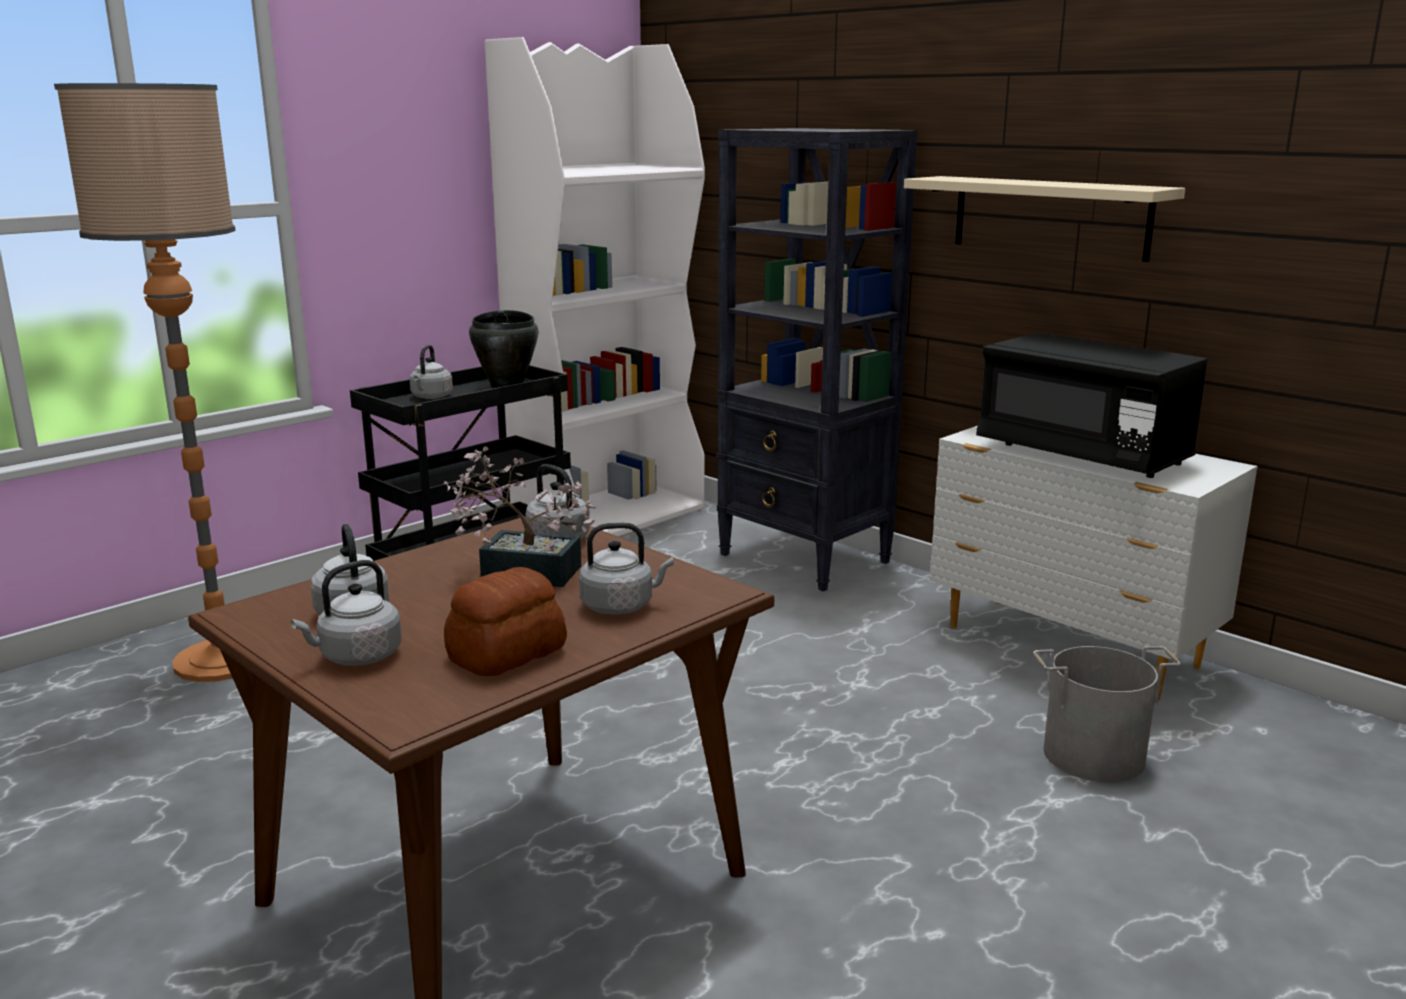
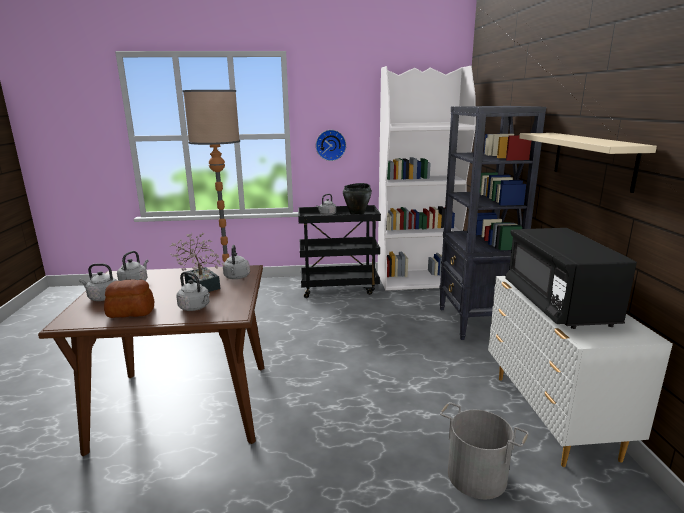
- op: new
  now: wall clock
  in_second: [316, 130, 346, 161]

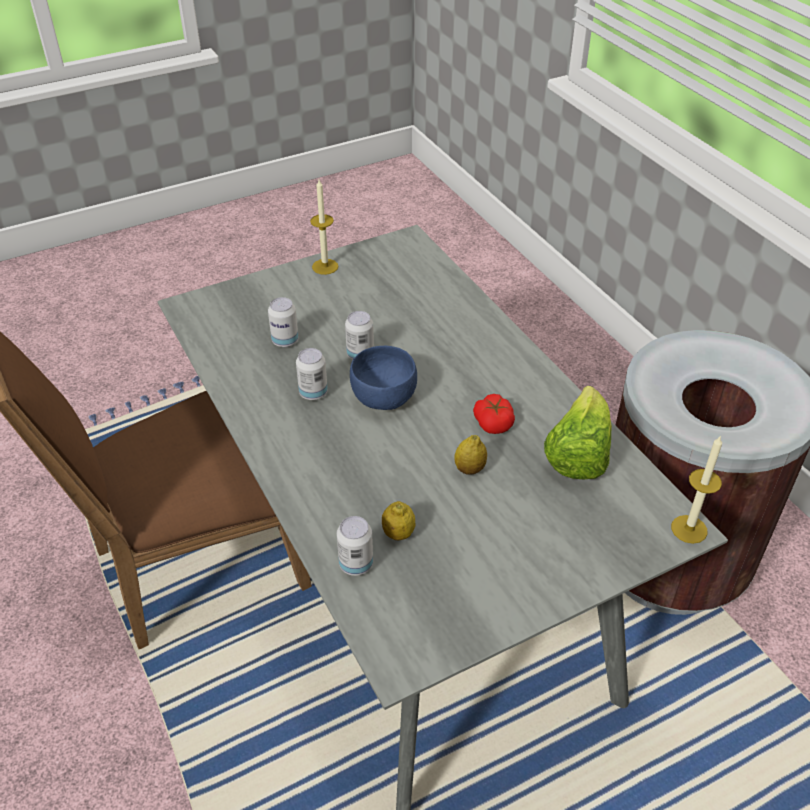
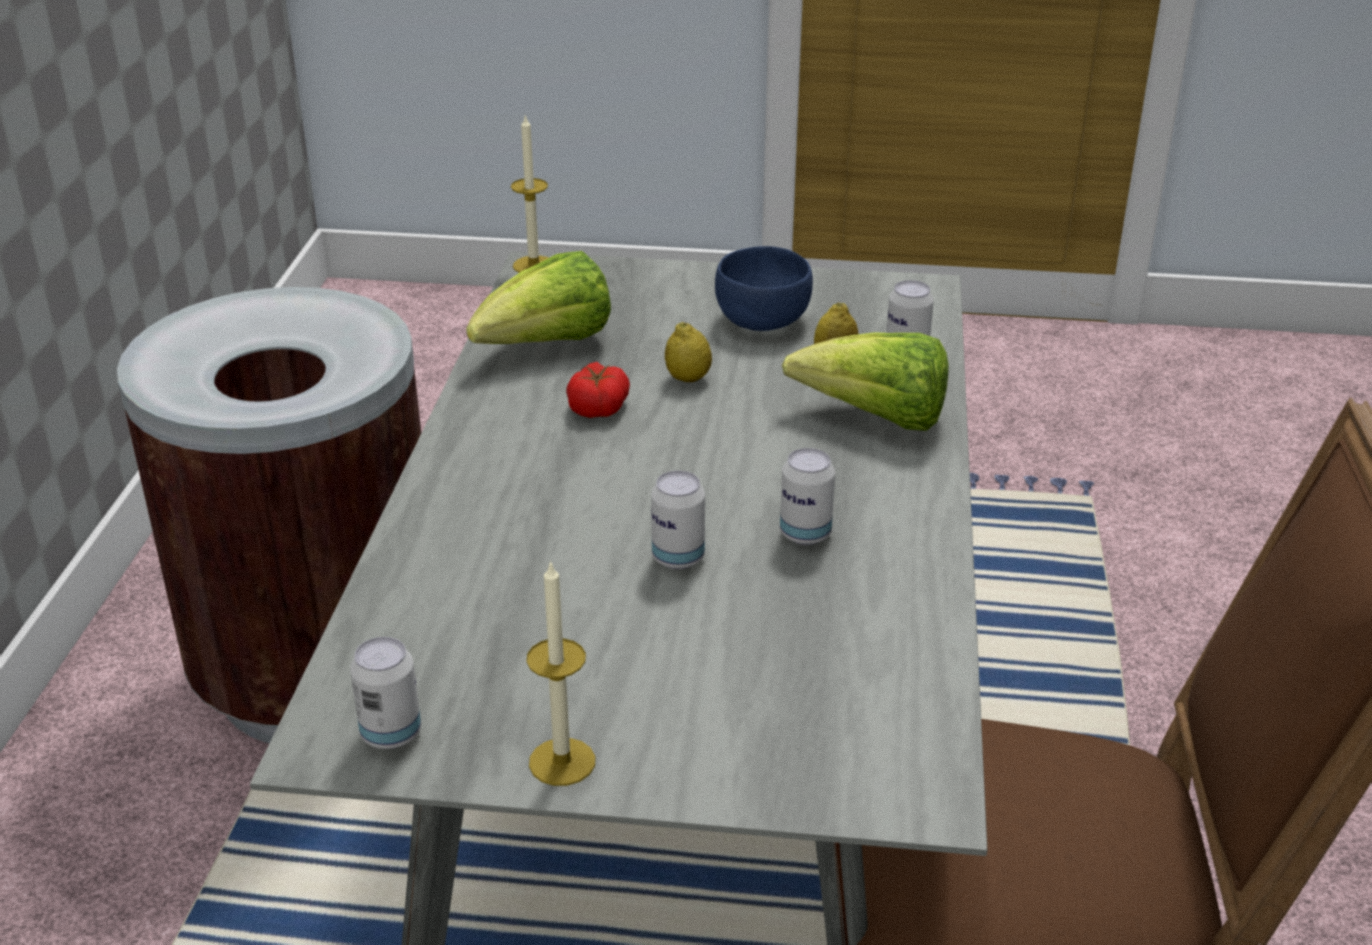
- op: new
  now: lettuce
  in_second: [782, 332, 949, 431]
- op: shifted
  was: can
  in_first: [268, 297, 299, 347]
  in_second: [350, 637, 421, 749]
- op: shifted
  was: bowl (blue)
  in_first: [350, 346, 417, 410]
  in_second: [715, 246, 813, 331]

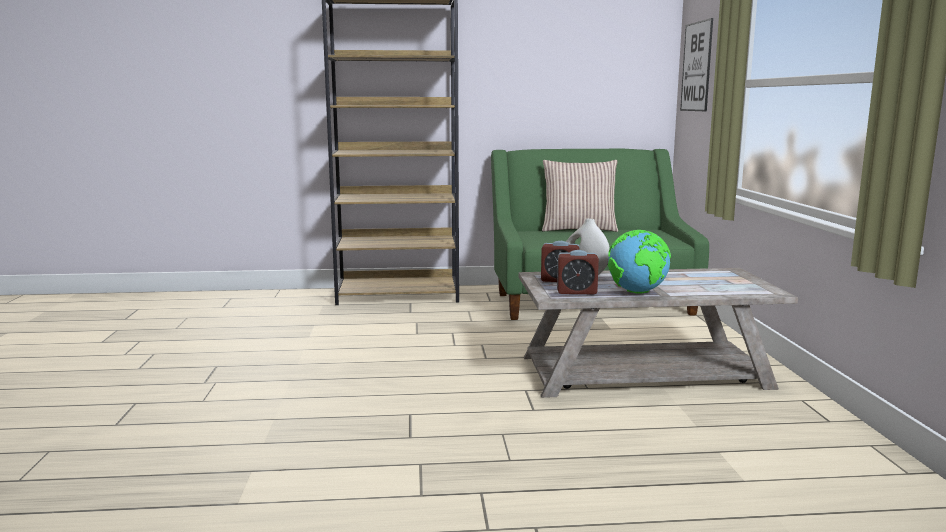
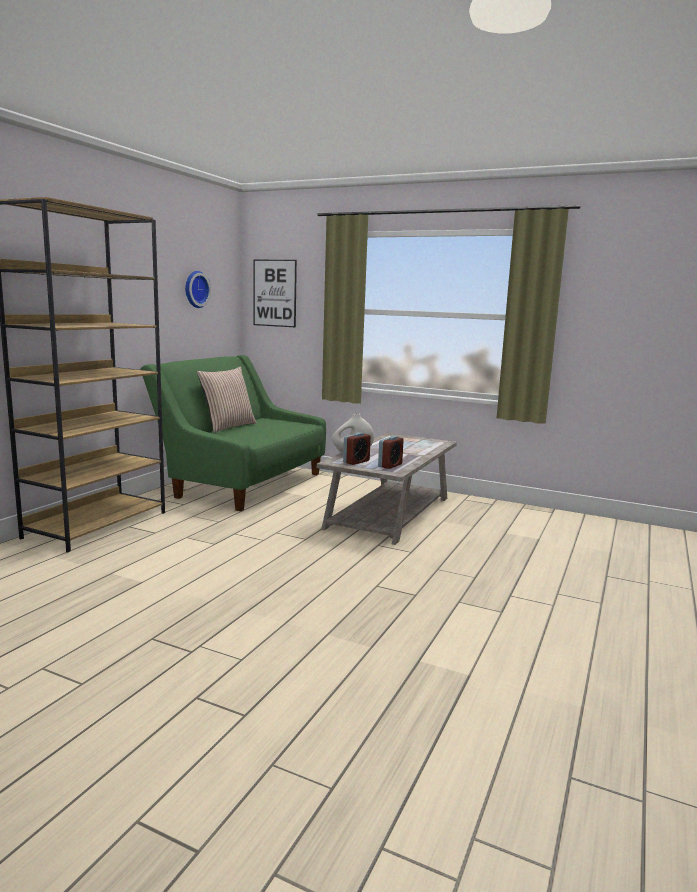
- op: gone
  was: globe
  in_first: [608, 230, 671, 294]
- op: new
  now: wall clock
  in_second: [185, 271, 211, 308]

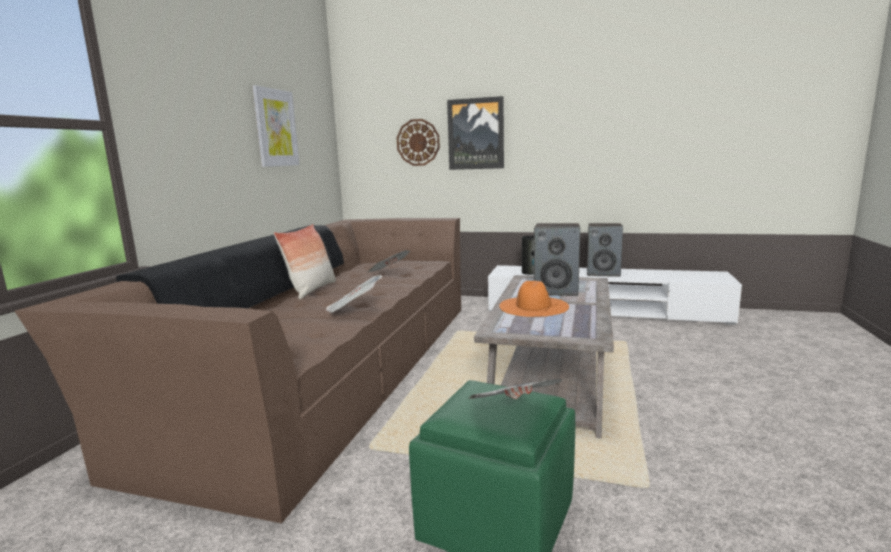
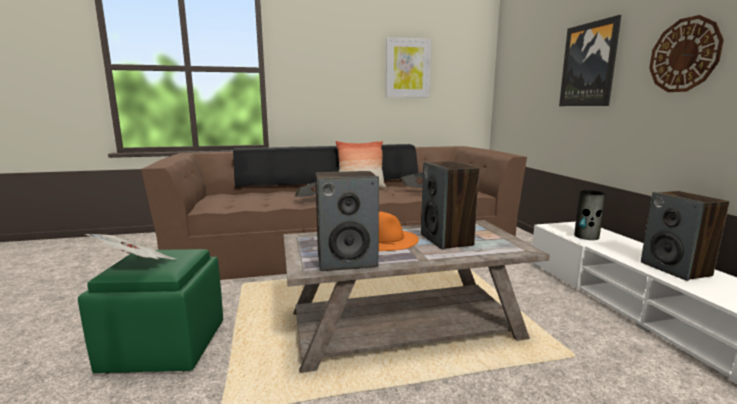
- op: new
  now: speaker
  in_second: [316, 171, 379, 271]
- op: shifted
  was: wall clock
  in_first: [397, 119, 440, 166]
  in_second: [649, 15, 724, 92]

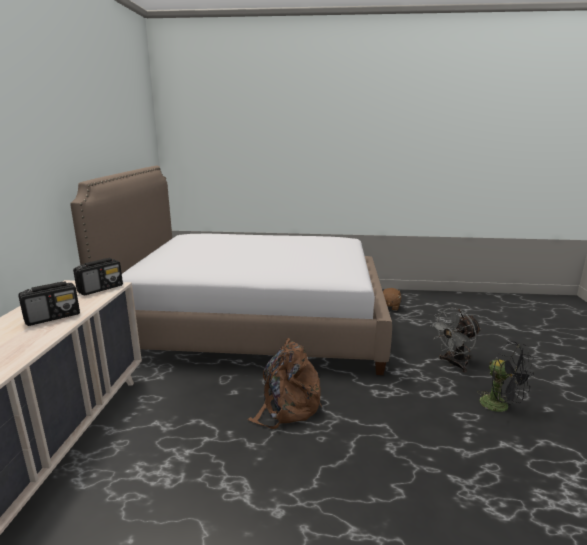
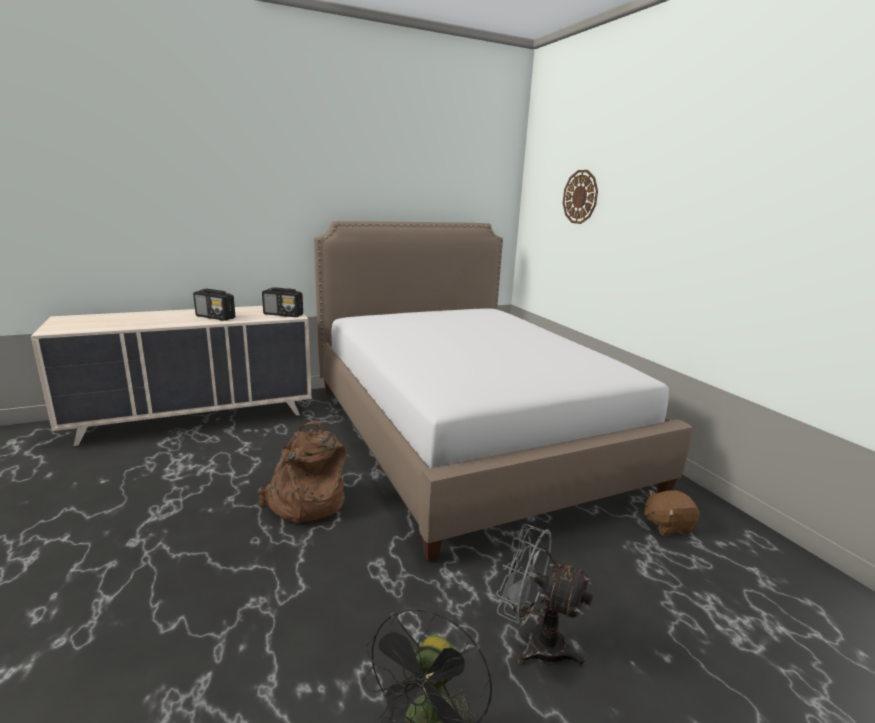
- op: new
  now: wall clock
  in_second: [563, 170, 598, 224]

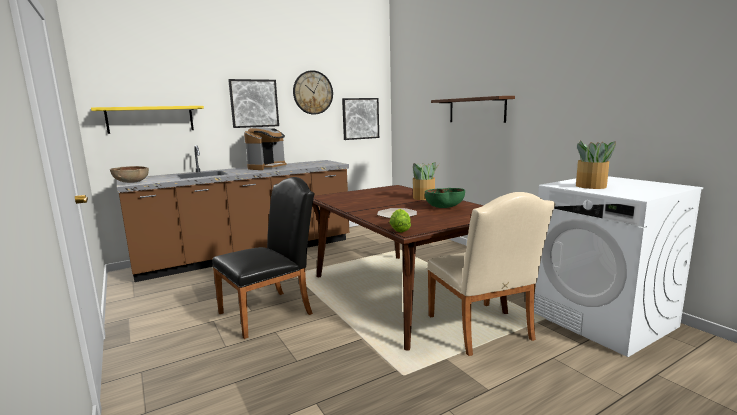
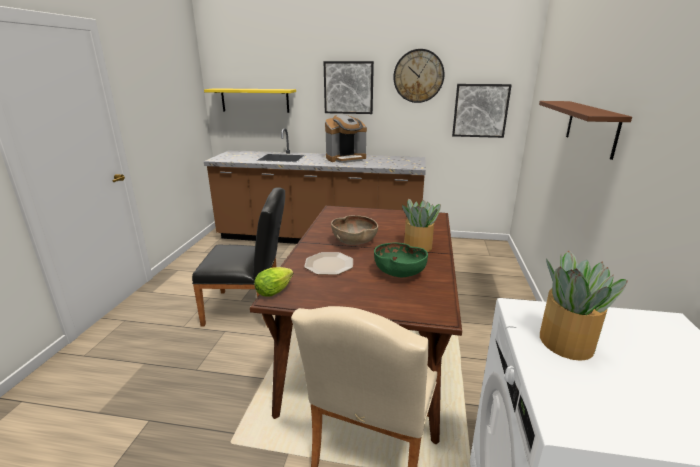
- op: shifted
  was: bowl (brown)
  in_first: [110, 166, 149, 183]
  in_second: [331, 215, 378, 245]

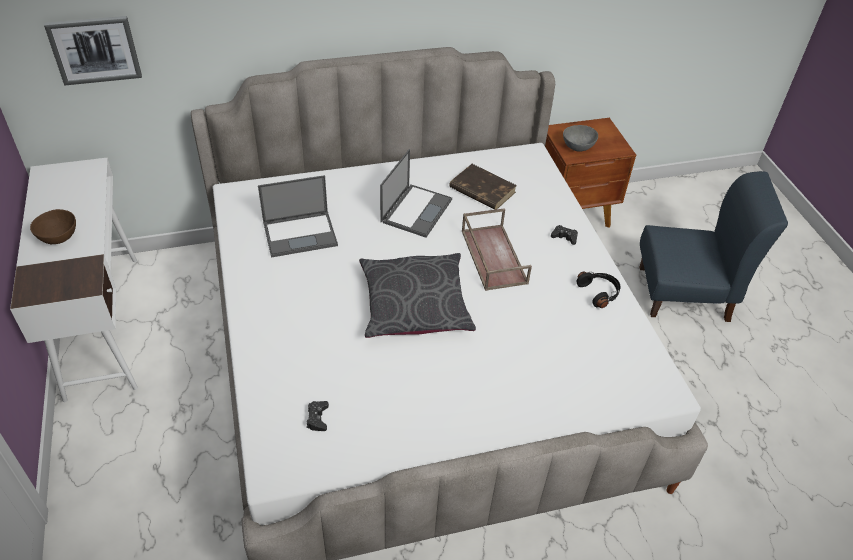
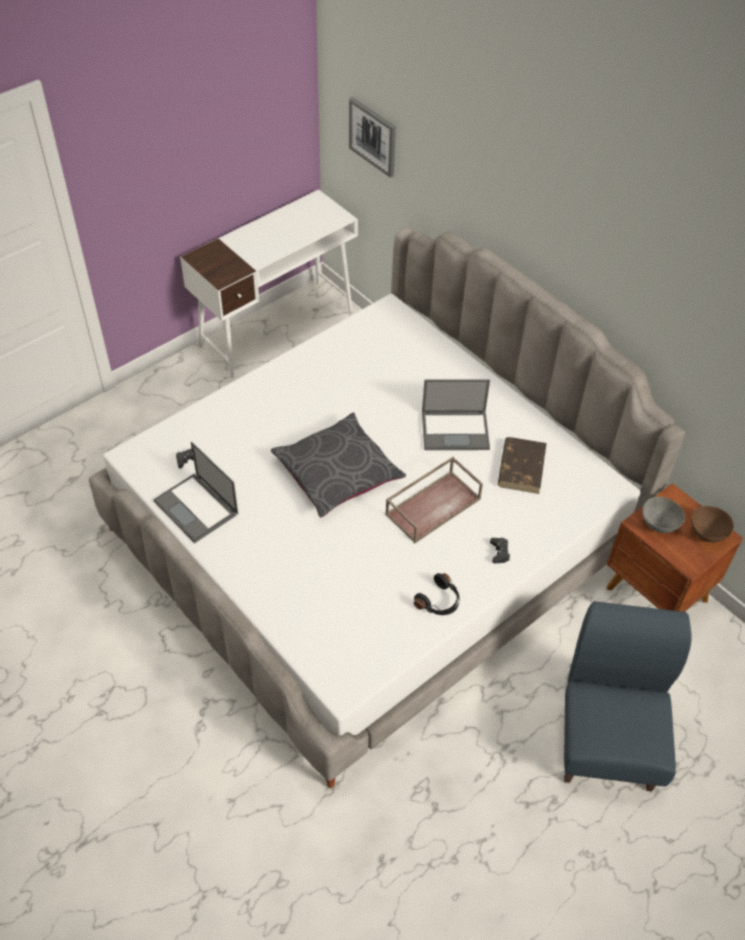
- op: shifted
  was: bowl (brown)
  in_first: [30, 209, 76, 244]
  in_second: [691, 506, 734, 543]
- op: shifted
  was: laptop
  in_first: [258, 175, 338, 258]
  in_second: [153, 442, 238, 543]
- op: rotated
  was: chair (blue)
  in_first: [640, 171, 788, 322]
  in_second: [564, 602, 692, 791]
  clockwise: -150

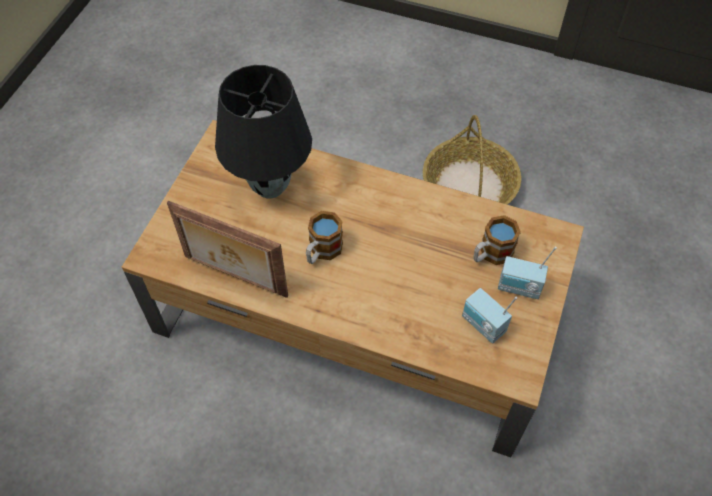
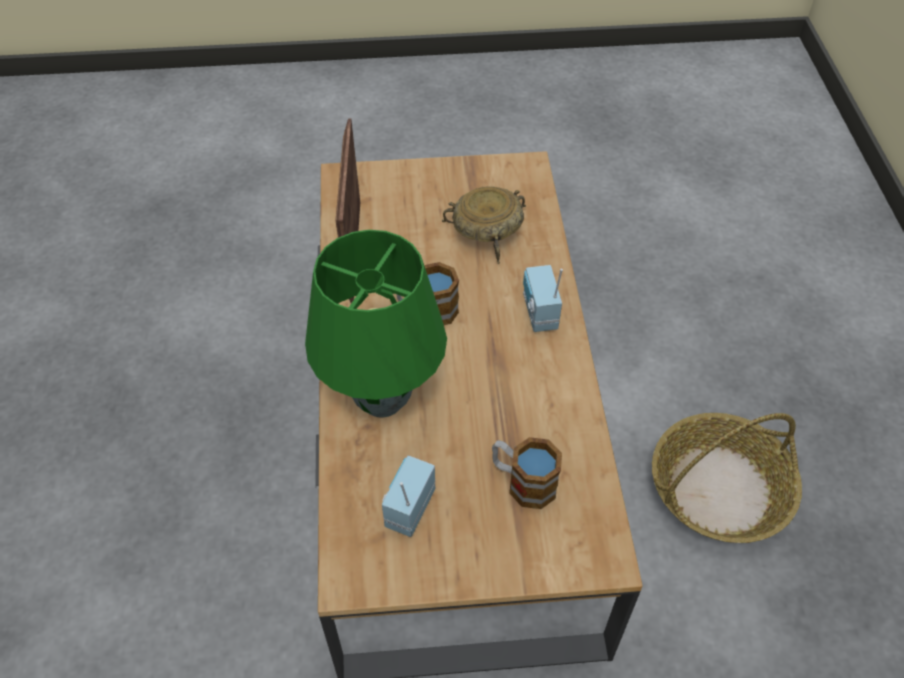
- op: new
  now: table lamp (green)
  in_second: [305, 230, 447, 418]
- op: shifted
  was: radio
  in_first: [498, 247, 557, 299]
  in_second: [523, 265, 563, 332]
- op: swapped
  was: table lamp (black)
  now: bowl (beige)
  in_first: [215, 65, 312, 199]
  in_second: [442, 187, 526, 264]

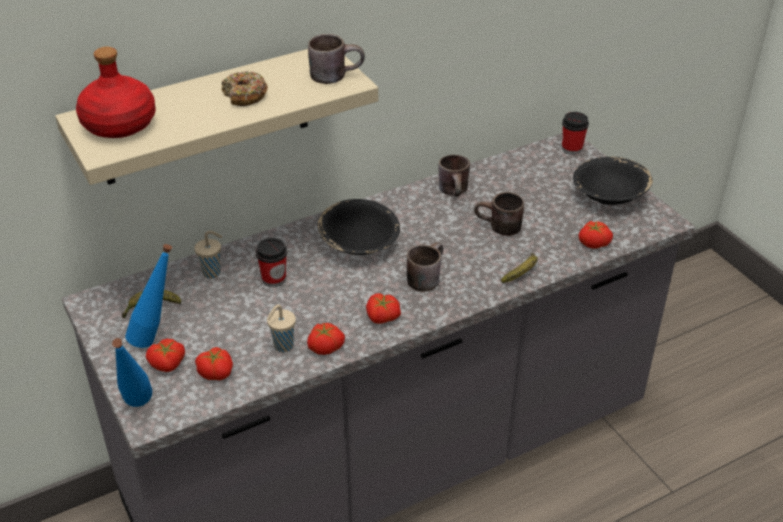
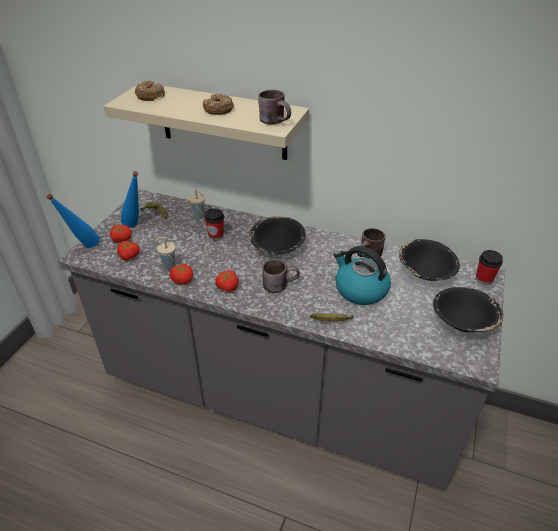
- op: gone
  was: tomato
  in_first: [579, 221, 613, 249]
- op: new
  now: bowl (black)
  in_second: [399, 239, 460, 281]
- op: swapped
  was: bottle (red)
  now: donut
  in_first: [76, 47, 156, 138]
  in_second: [135, 81, 165, 101]
- op: swapped
  was: mug (brown)
  now: kettle
  in_first: [474, 192, 524, 236]
  in_second: [334, 246, 391, 305]

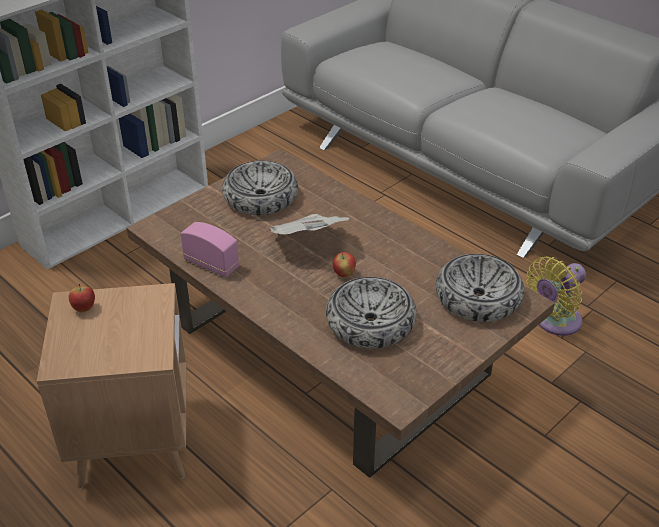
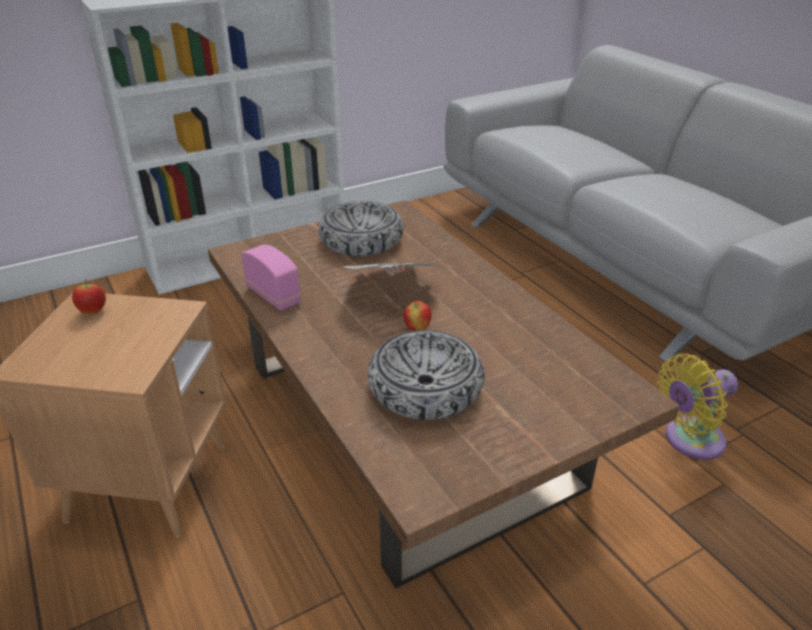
- op: gone
  was: bowl
  in_first: [436, 254, 524, 322]

